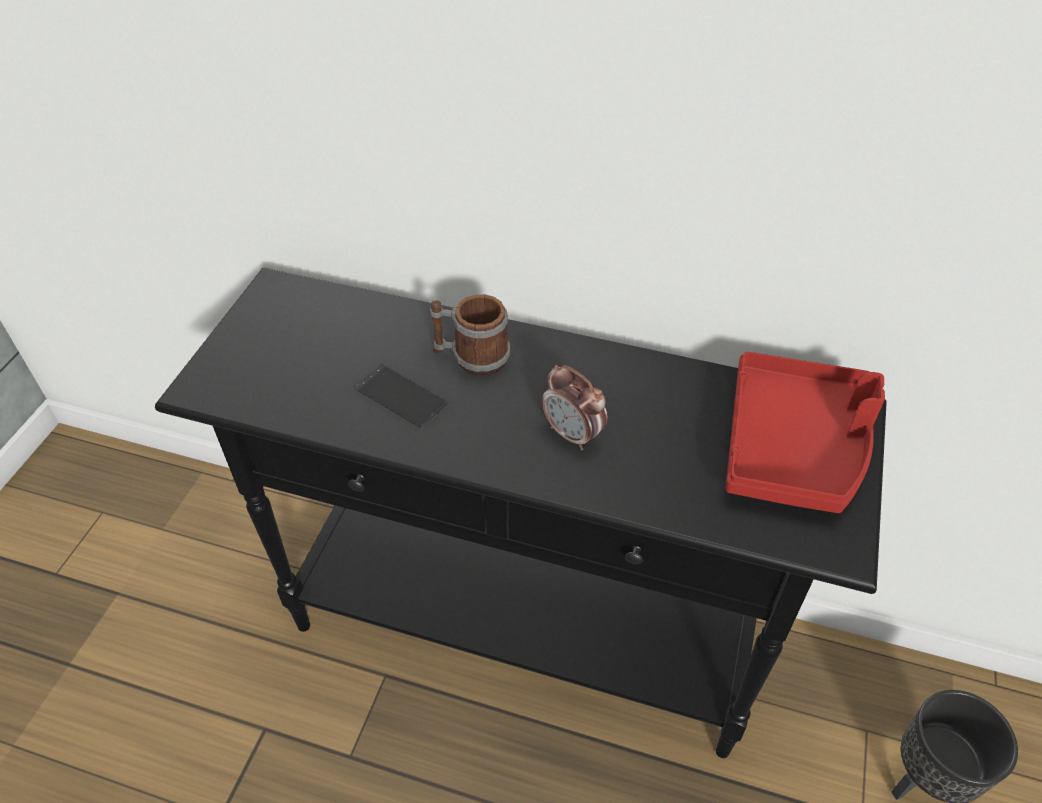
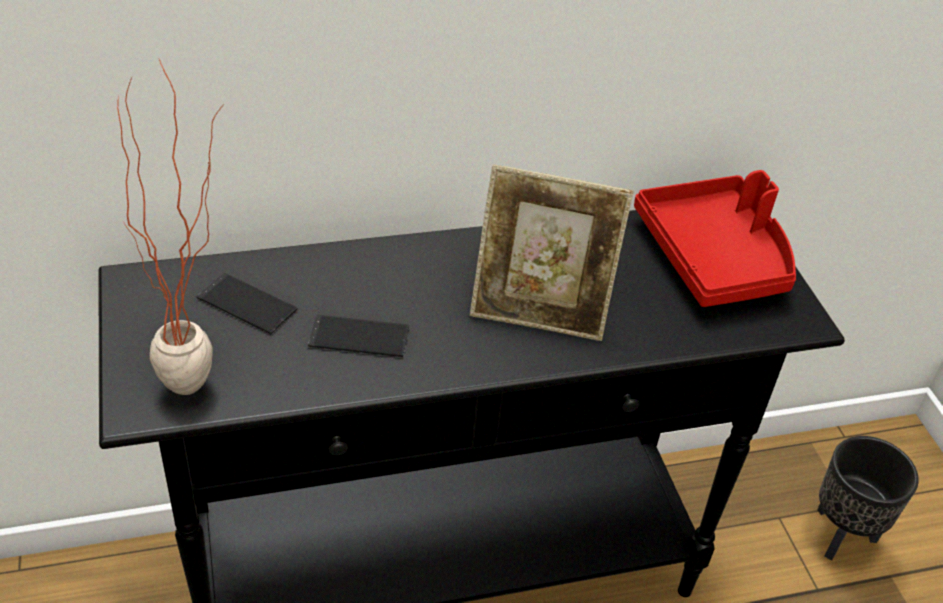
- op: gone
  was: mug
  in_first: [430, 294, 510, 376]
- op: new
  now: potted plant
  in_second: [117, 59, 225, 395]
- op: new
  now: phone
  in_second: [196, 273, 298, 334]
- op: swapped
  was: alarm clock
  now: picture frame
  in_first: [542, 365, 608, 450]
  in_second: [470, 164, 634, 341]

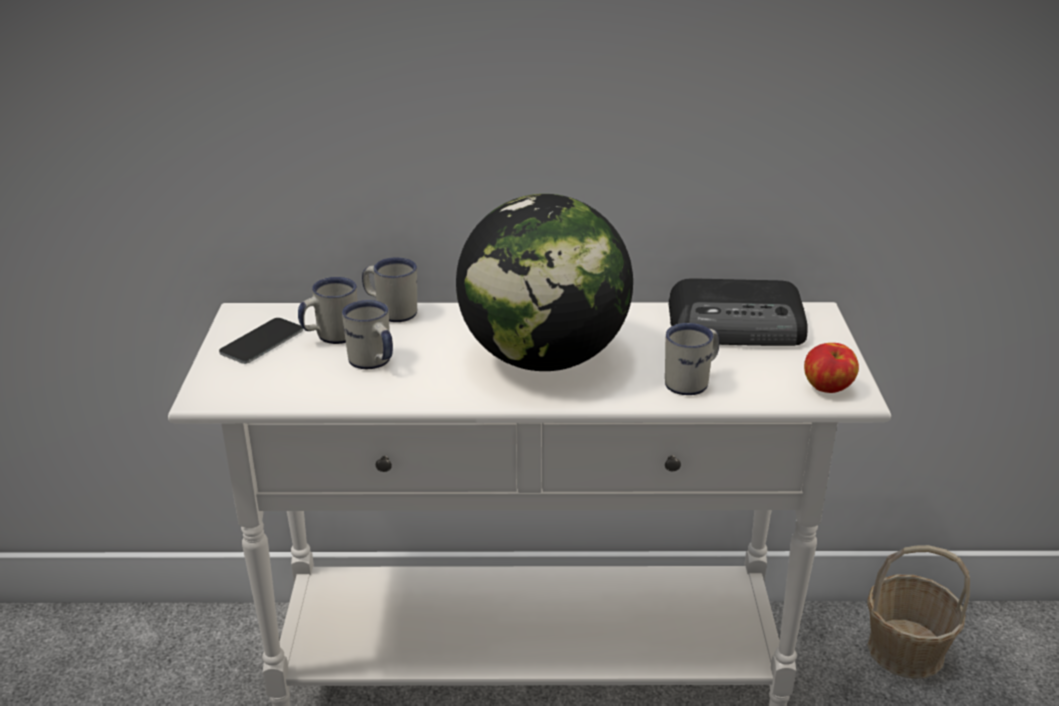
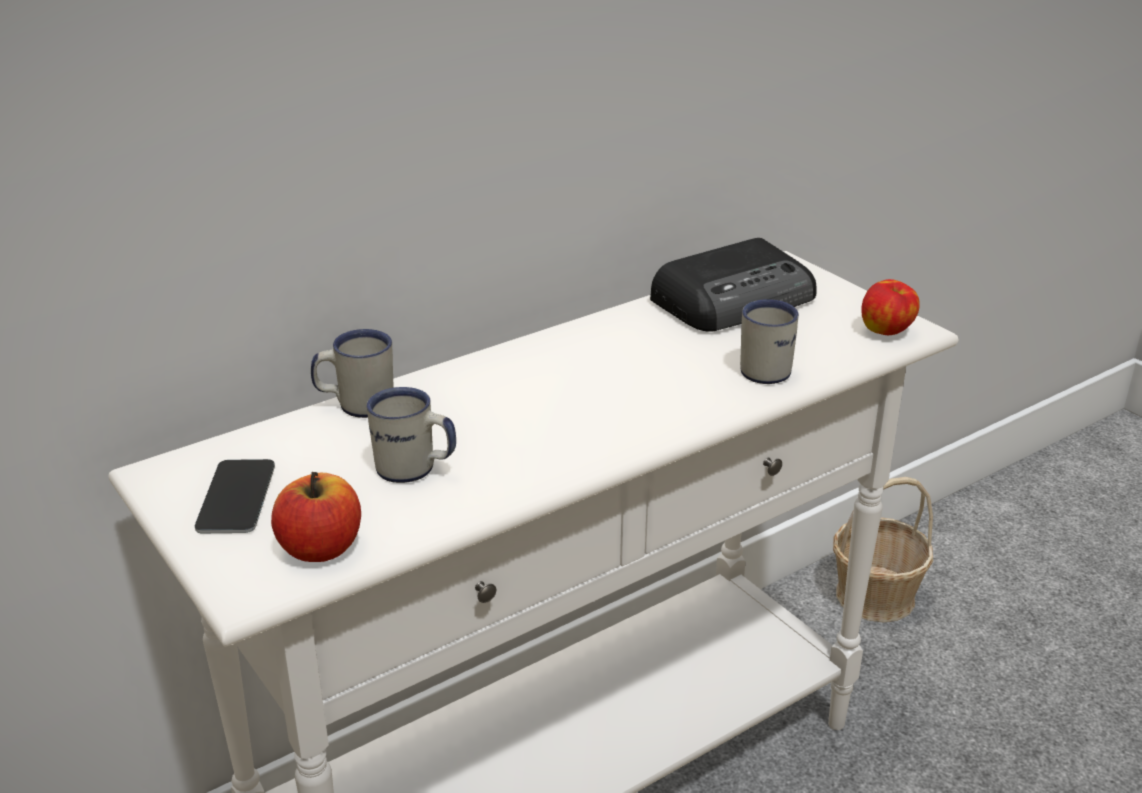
- op: gone
  was: mug (white)
  in_first: [298, 277, 357, 344]
- op: gone
  was: globe
  in_first: [456, 194, 633, 371]
- op: new
  now: apple
  in_second: [271, 472, 361, 562]

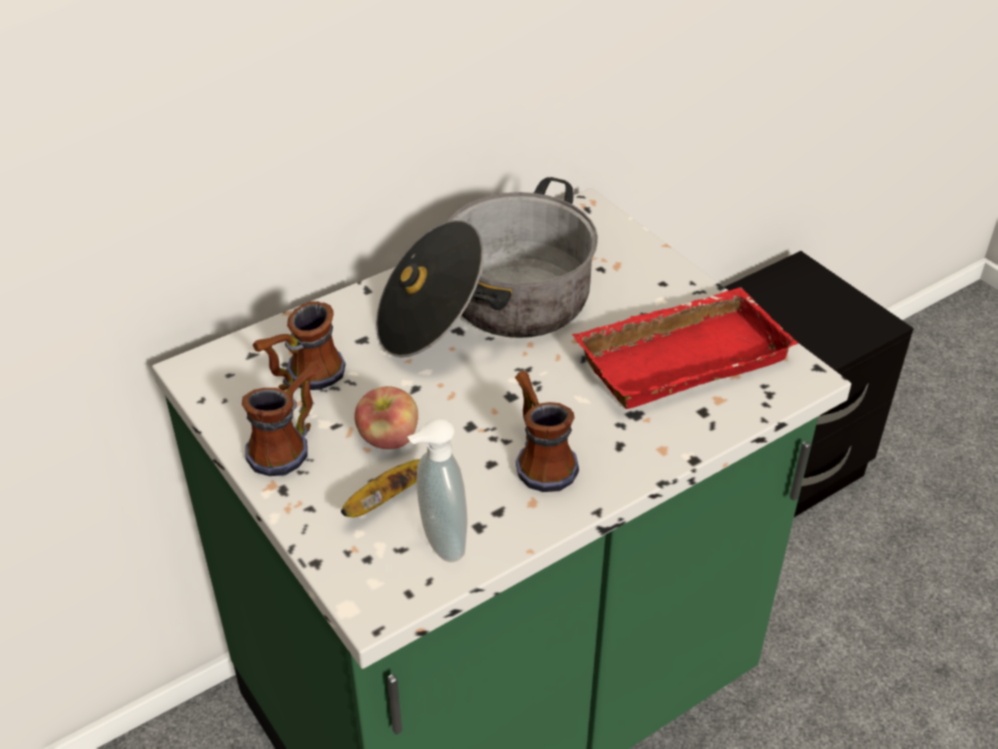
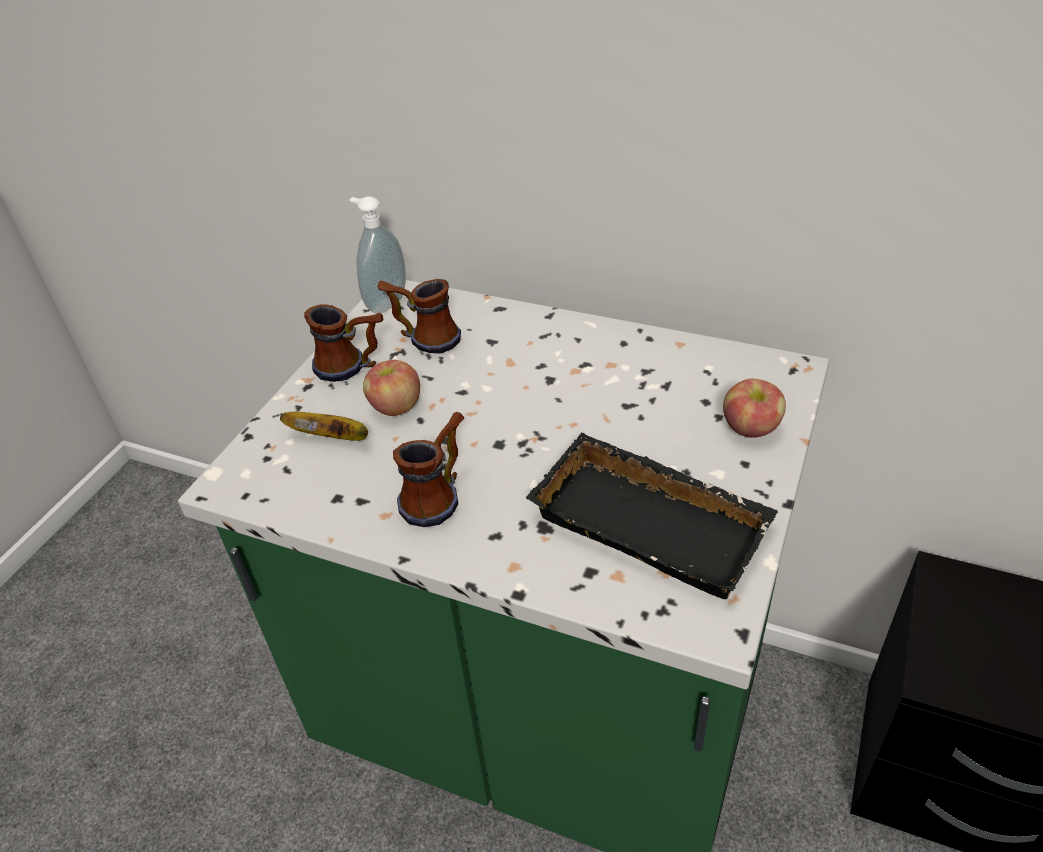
- op: gone
  was: cooking pot
  in_first: [376, 177, 598, 357]
- op: new
  now: apple
  in_second: [723, 379, 786, 438]
- op: shifted
  was: soap dispenser
  in_first: [407, 418, 468, 562]
  in_second: [350, 196, 406, 313]
- op: repainted
  was: tray (red)
  now: tray (black)
  in_first: [572, 288, 798, 409]
  in_second: [526, 432, 778, 599]

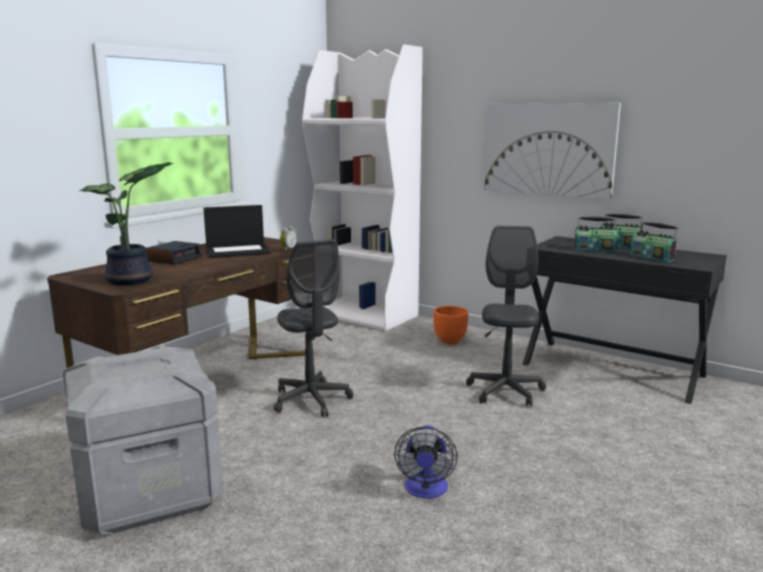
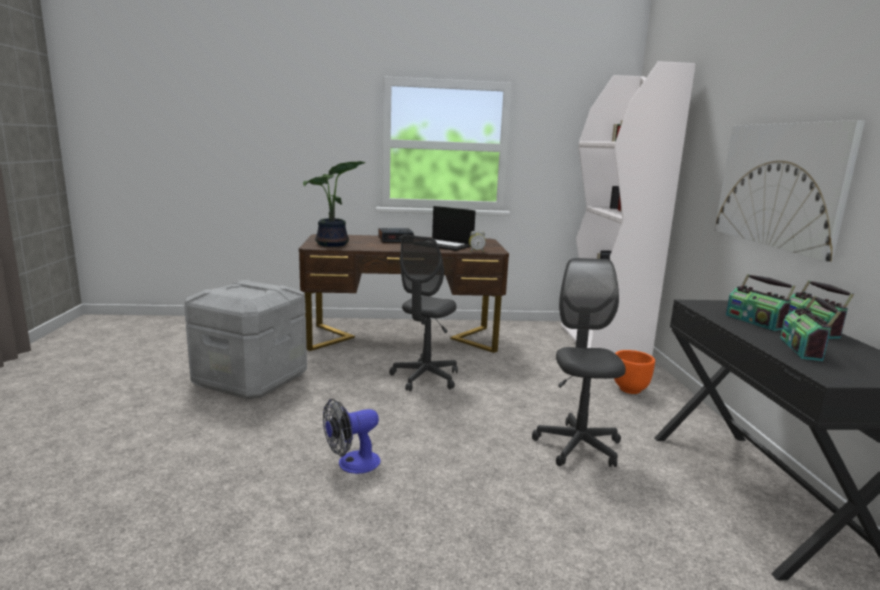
- op: rotated
  was: office chair (grey)
  in_first: [466, 226, 546, 406]
  in_second: [532, 258, 626, 467]
  clockwise: -60

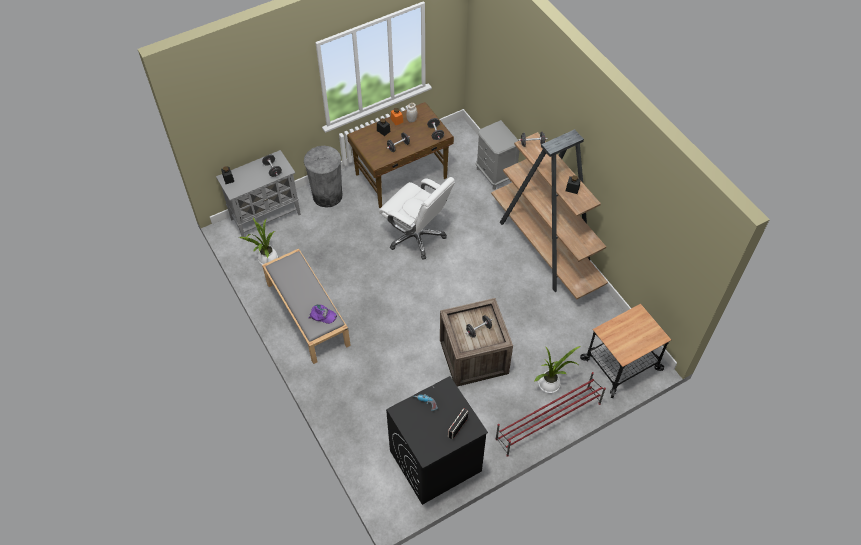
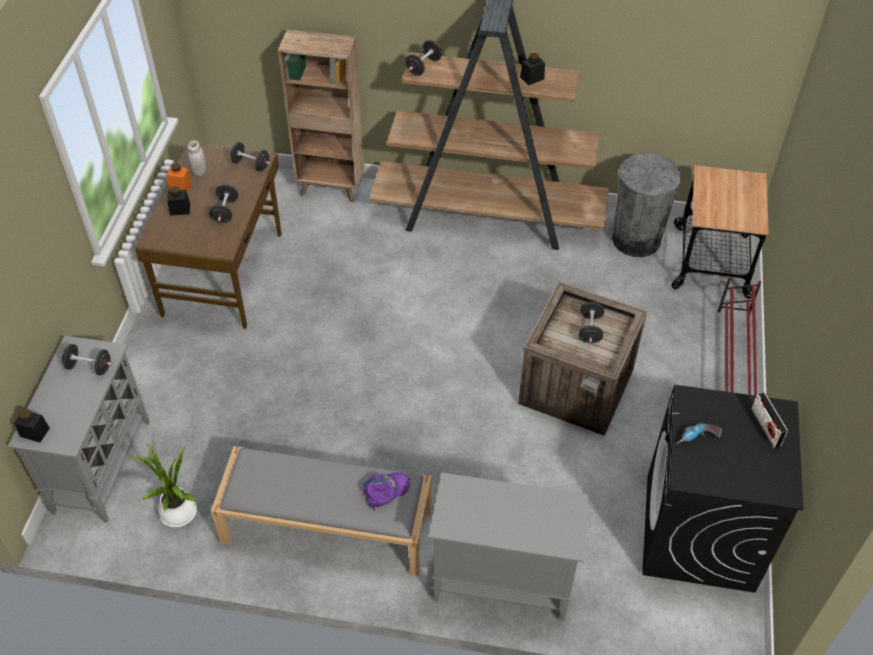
- op: gone
  was: office chair (white)
  in_first: [379, 177, 455, 259]
- op: gone
  was: potted plant
  in_first: [534, 346, 580, 393]
- op: new
  now: cabinet (grey)
  in_second: [429, 473, 589, 622]
- op: shifted
  was: trash can (grey)
  in_first: [304, 146, 343, 208]
  in_second: [612, 153, 681, 257]
- op: swapped
  was: nightstand (grey)
  now: bookcase (brown)
  in_first: [476, 120, 519, 190]
  in_second: [278, 30, 364, 203]

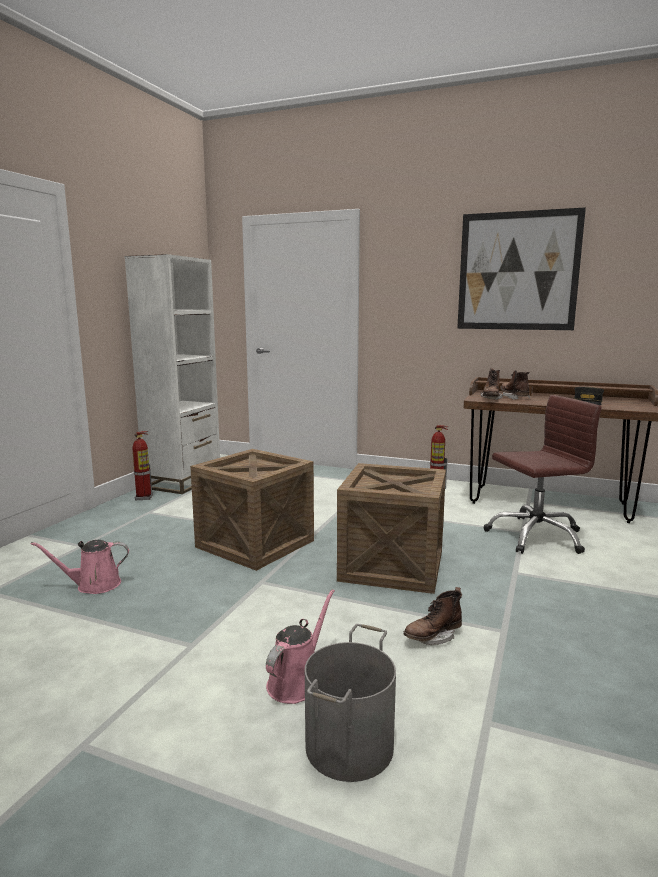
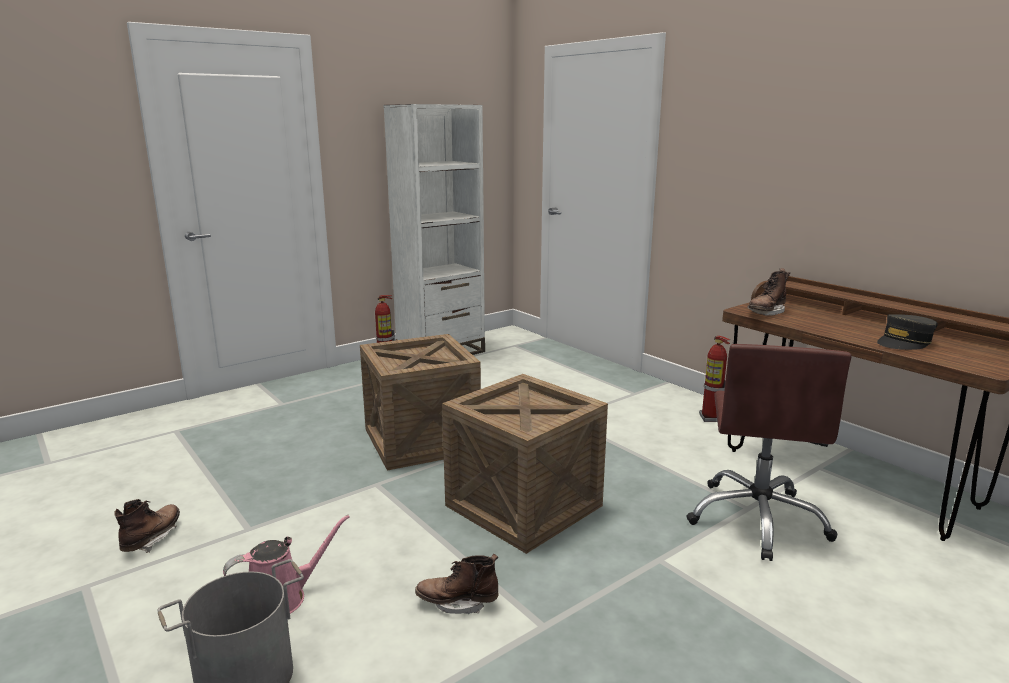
- op: gone
  was: watering can (pink)
  in_first: [31, 540, 129, 594]
- op: gone
  was: picture
  in_first: [457, 207, 586, 330]
- op: shifted
  was: boot (brown)
  in_first: [500, 370, 530, 400]
  in_second: [114, 499, 180, 553]
- op: rotated
  was: office chair (brown)
  in_first: [484, 395, 602, 554]
  in_second: [686, 344, 852, 561]
  clockwise: 90

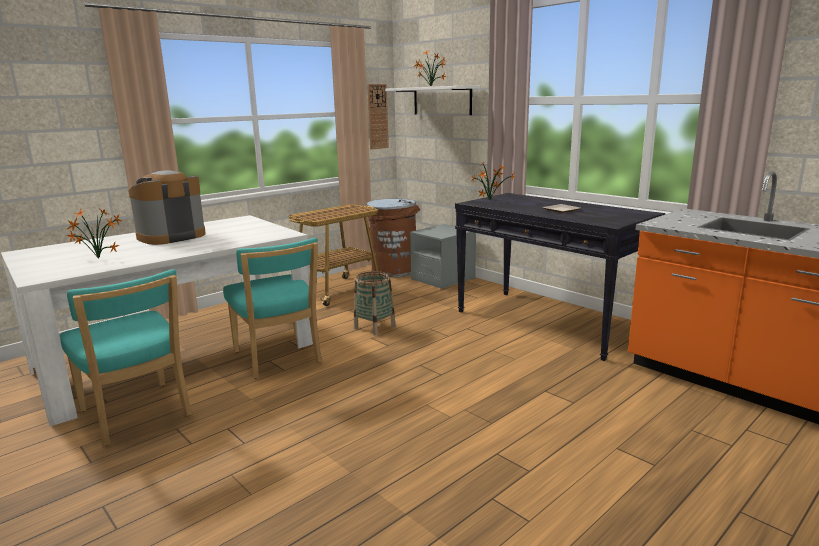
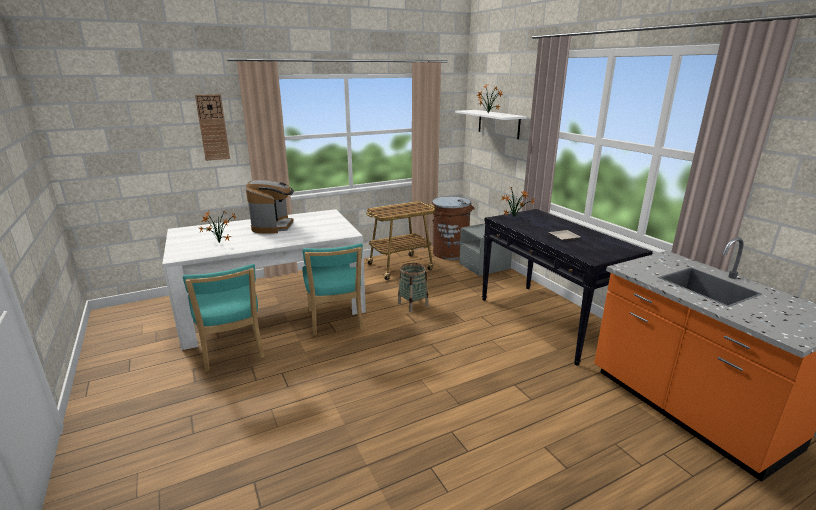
- op: shifted
  was: wall clock
  in_first: [367, 84, 389, 150]
  in_second: [195, 94, 230, 161]
- op: rotated
  was: coffee machine
  in_first: [128, 171, 206, 245]
  in_second: [246, 180, 294, 234]
  clockwise: 120

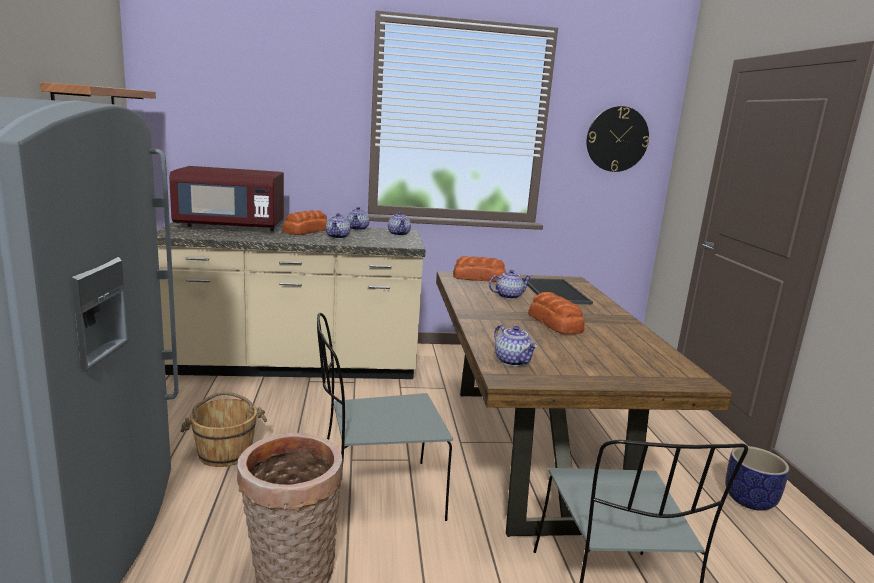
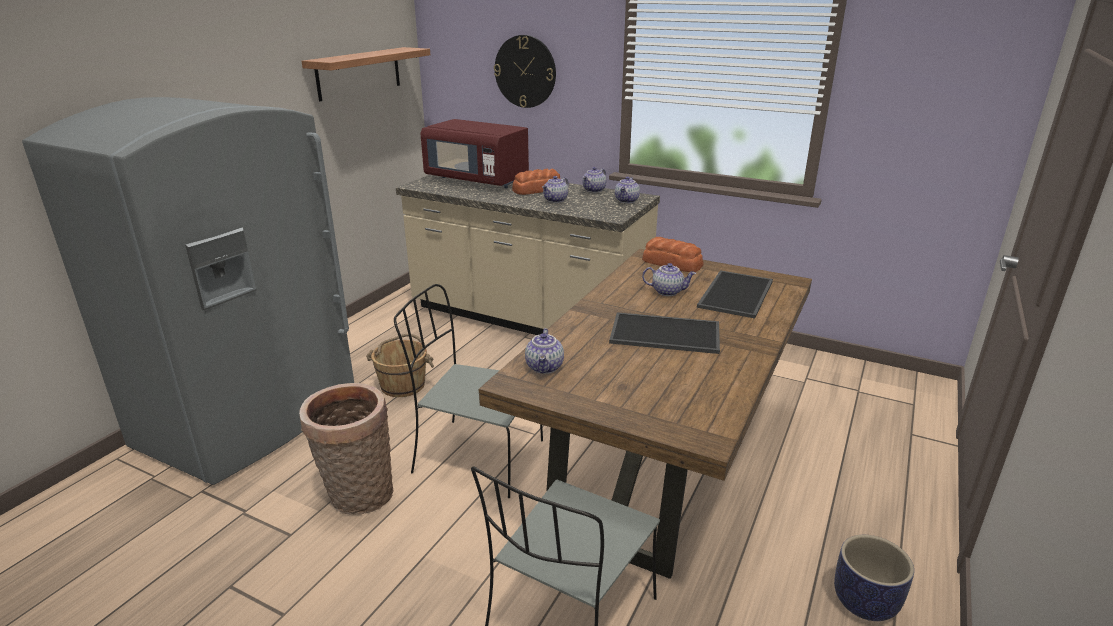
- op: shifted
  was: wall clock
  in_first: [586, 106, 649, 172]
  in_second: [494, 35, 556, 108]
- op: swapped
  was: bread
  now: tray
  in_first: [528, 292, 585, 334]
  in_second: [609, 312, 720, 354]

